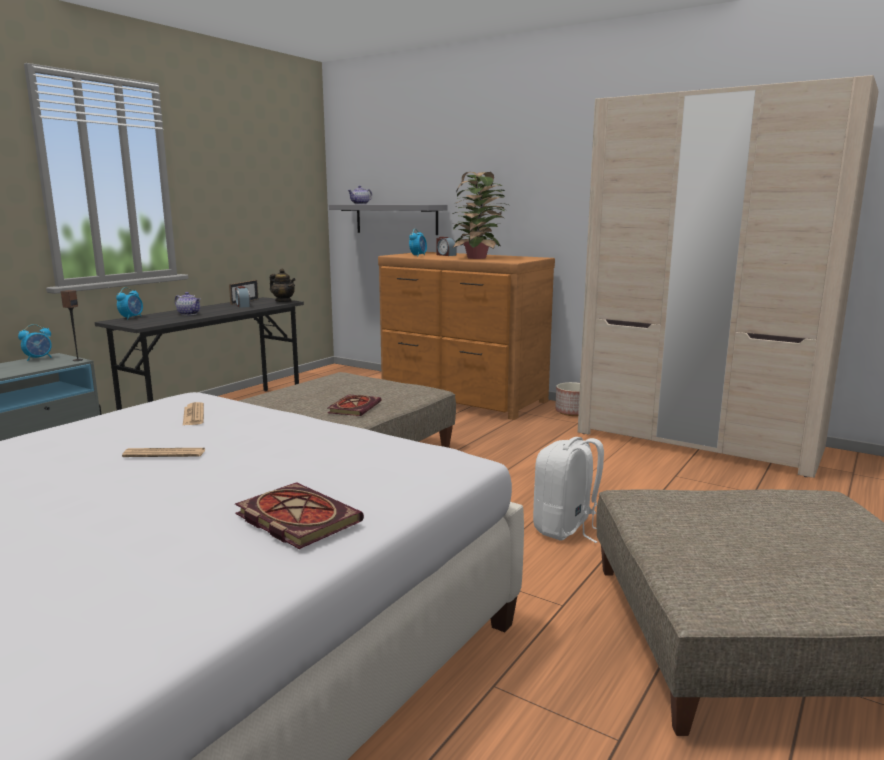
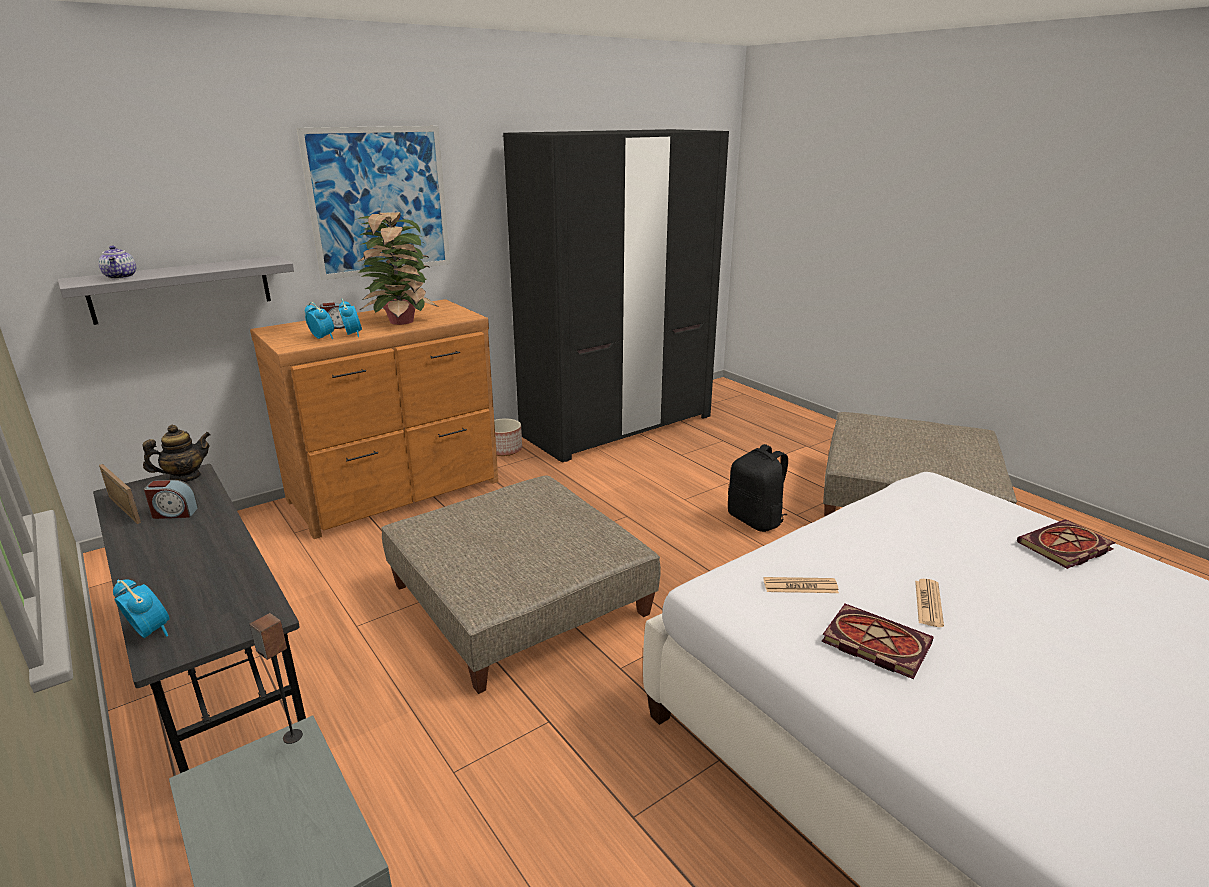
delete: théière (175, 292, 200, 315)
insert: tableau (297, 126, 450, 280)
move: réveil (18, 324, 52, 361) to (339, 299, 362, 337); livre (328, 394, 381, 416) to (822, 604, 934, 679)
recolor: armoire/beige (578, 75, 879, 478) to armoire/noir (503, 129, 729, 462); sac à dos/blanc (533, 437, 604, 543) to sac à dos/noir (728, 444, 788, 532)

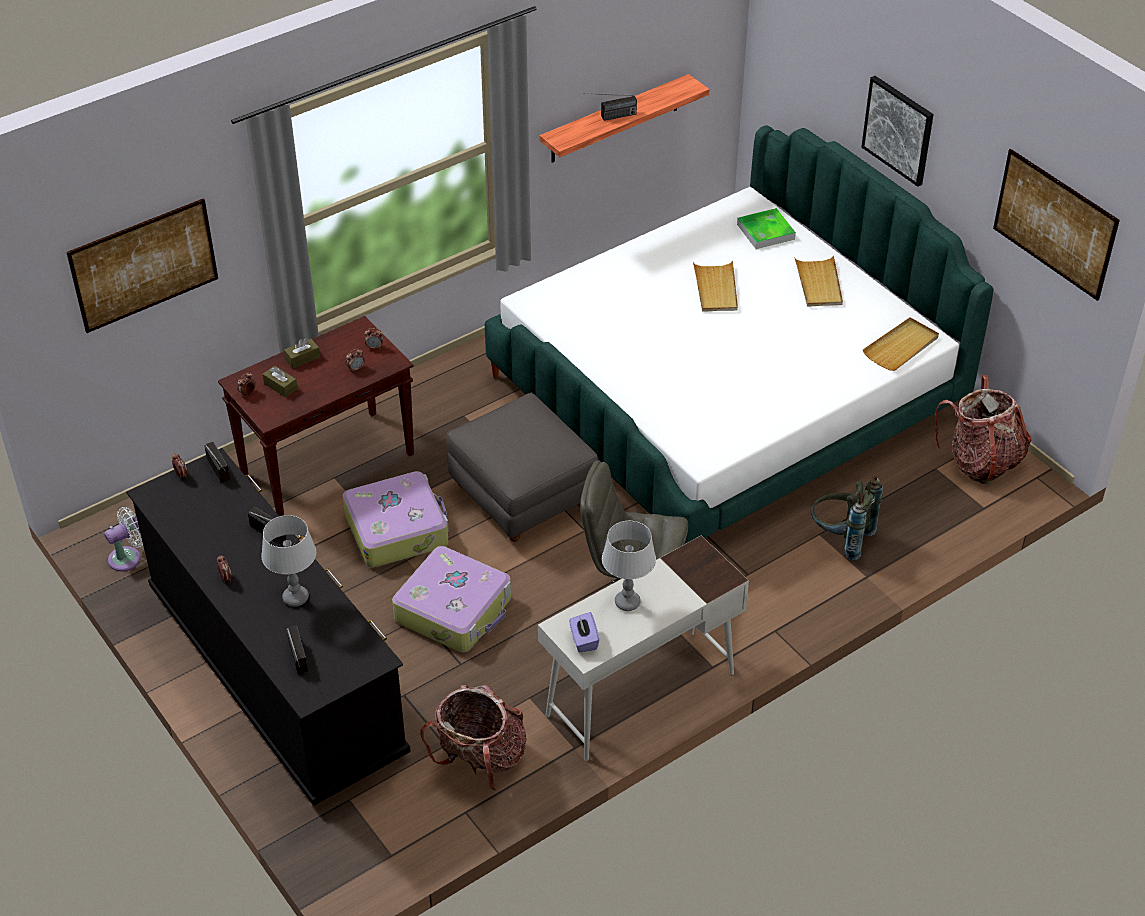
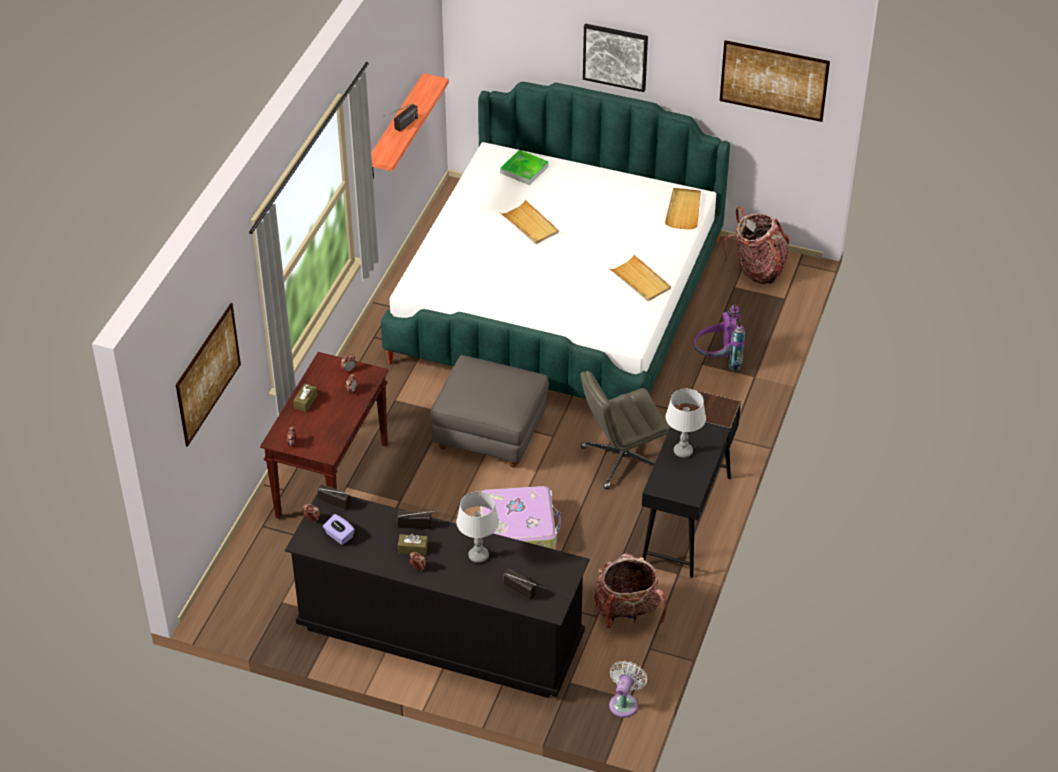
delete: valise (342, 471, 449, 568)
move: plateau/beige (794, 255, 843, 307) to (609, 254, 671, 301); boîte à mouchoirs/marron (263, 366, 298, 397) to (398, 534, 428, 555); ventilateur/blanc (104, 507, 143, 571) to (609, 661, 648, 718); boîte à mouchoirs/violet (569, 612, 599, 653) to (323, 514, 355, 545)
recolor: sac à dos/gris (811, 476, 883, 560) to sac à dos/violet (693, 304, 745, 371); bureau/blanc (538, 535, 749, 761) to bureau/noir (642, 388, 741, 578)

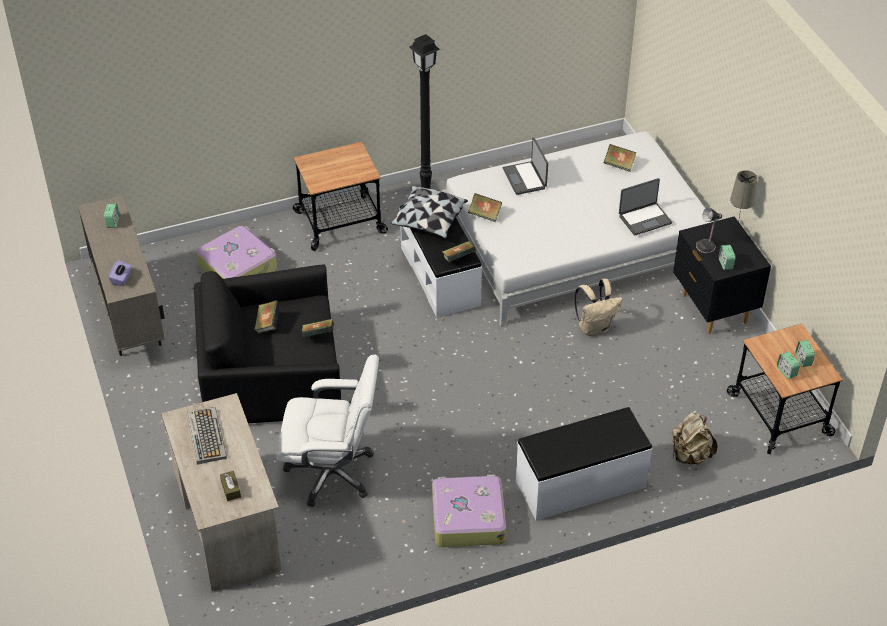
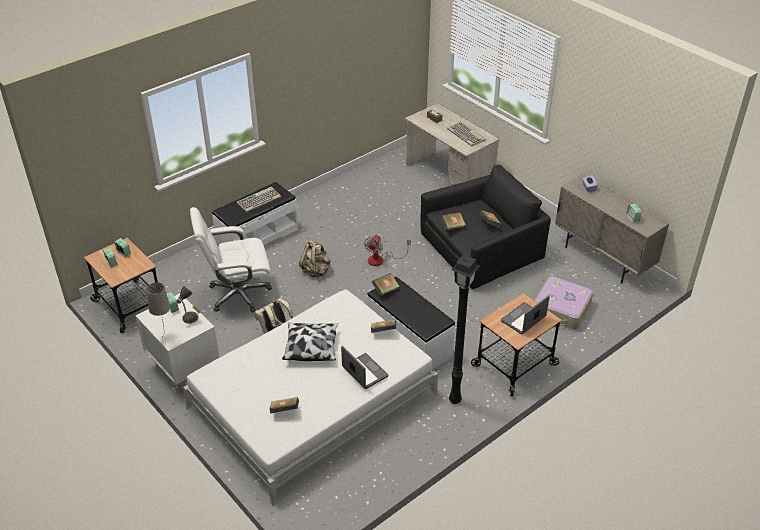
delete: valise (432, 475, 506, 547)
insert: clavier (237, 187, 281, 213); ventilateur (364, 235, 411, 266)
move: ordinateur portable (619, 178, 672, 236) to (501, 295, 550, 335); coussin (391, 186, 468, 239) to (282, 322, 338, 361); chaise de bureau/blanc (276, 355, 379, 507) to (190, 207, 272, 313); sac à dos/beige (672, 412, 718, 465) to (299, 240, 330, 278)
recolor: table de chevet/noir (673, 216, 771, 334) to table de chevet/blanc (136, 293, 220, 394)

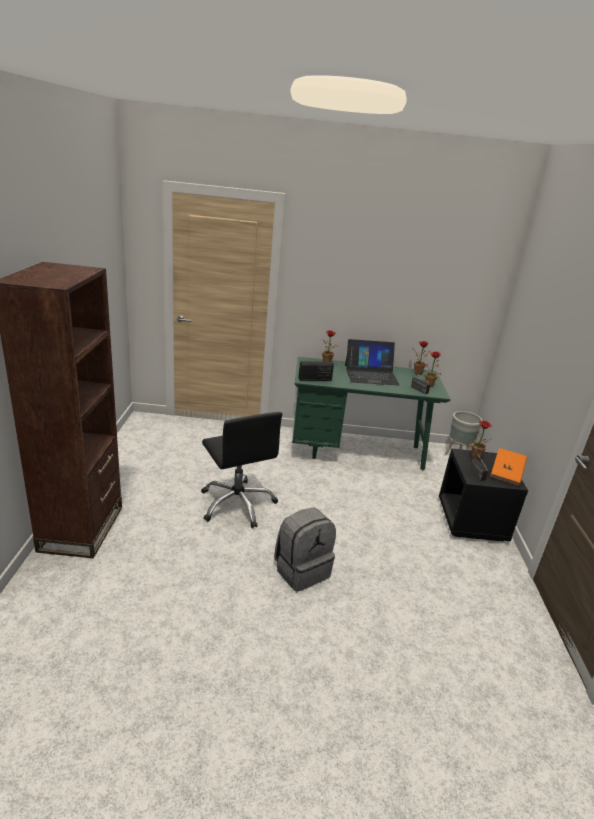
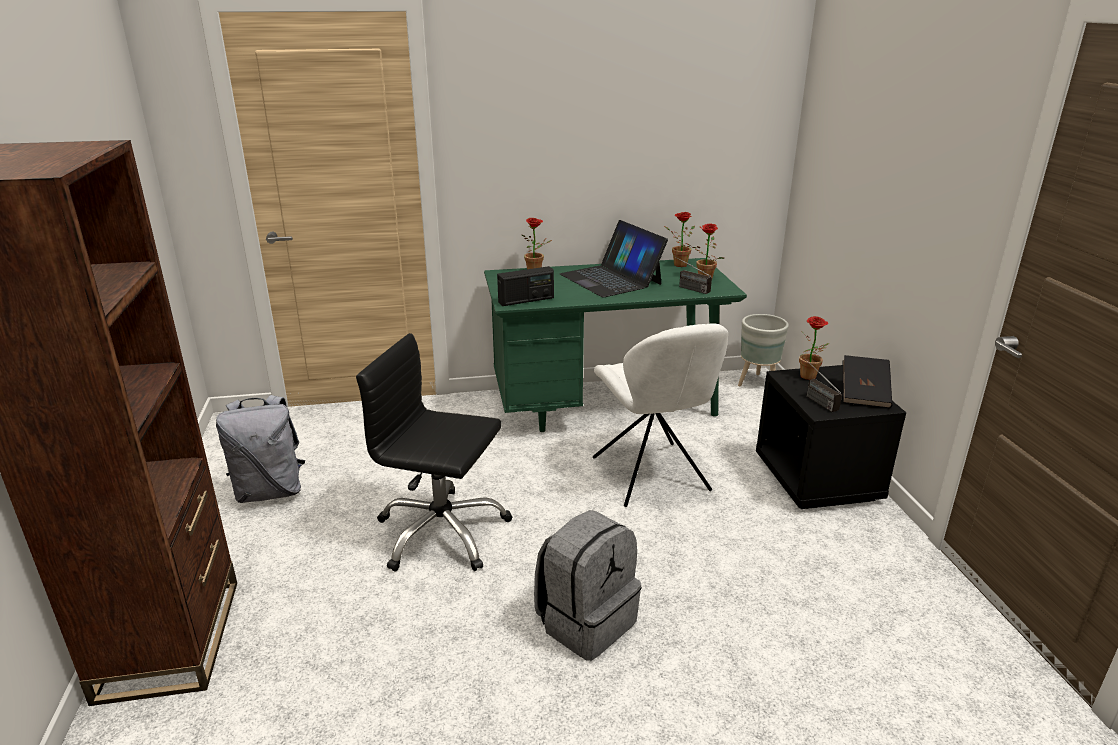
insert: chaise/blanc (593, 323, 728, 507); sac à dos/gris (216, 395, 305, 503)
recolor: livre/orange (490, 448, 527, 486) to livre/noir (843, 355, 892, 408)
rotate: ordinateur portable (345, 339, 400, 385) = (560, 220, 668, 297) 75 degrees clockwise; chaise de bureau/noir (201, 412, 282, 528) = (356, 333, 512, 572) 150 degrees clockwise

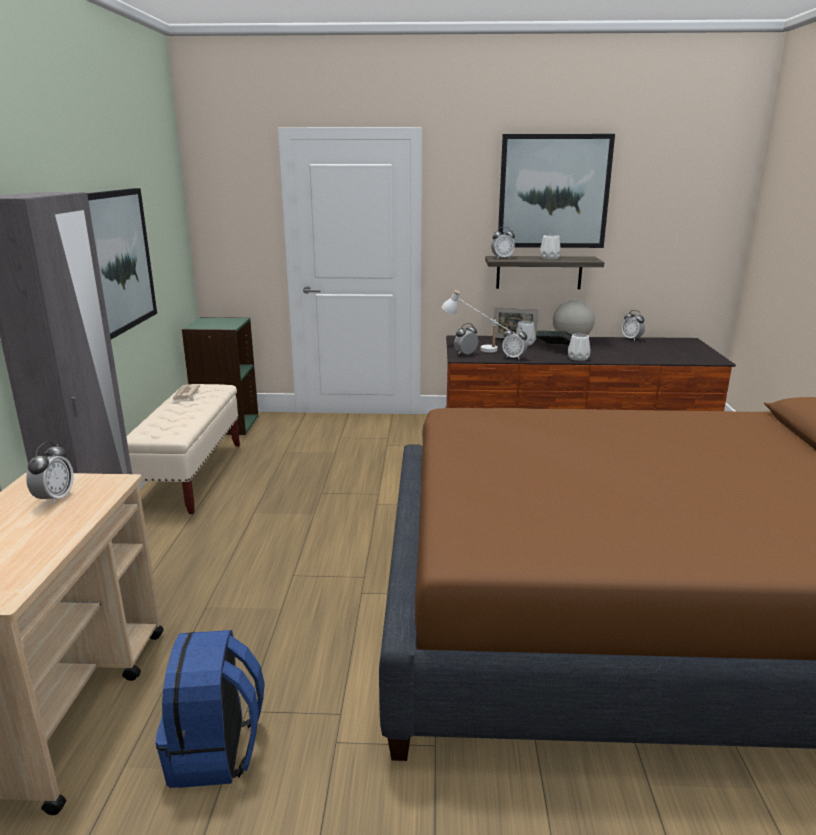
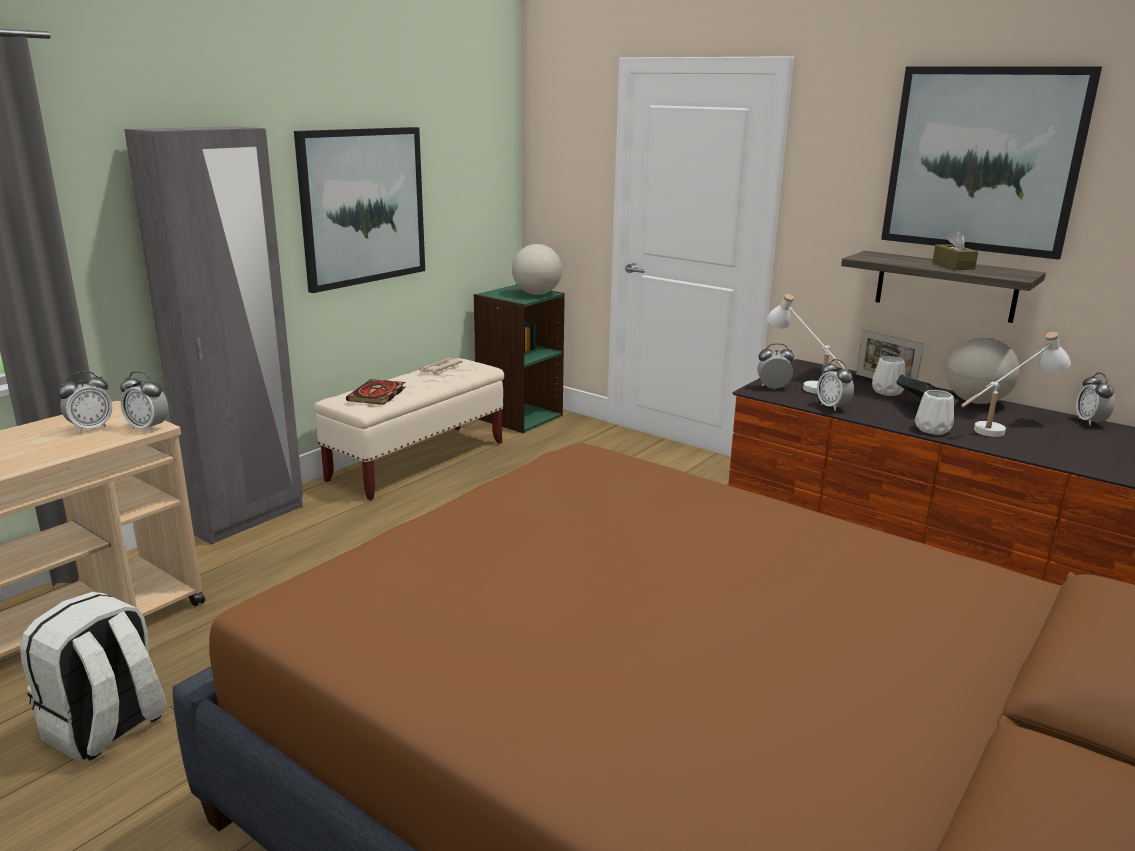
insert: globe (512, 244, 562, 295); lampe de table/blanc (961, 332, 1071, 437); livre (346, 379, 406, 405)
move: réveil (491, 227, 515, 259) to (120, 371, 168, 432)
replace: vase/blanc (540, 235, 561, 260) to boîte à mouchoirs/marron (932, 230, 978, 270)
recolor: sac à dos/bleu (155, 630, 265, 788) to sac à dos/blanc (20, 592, 167, 762)

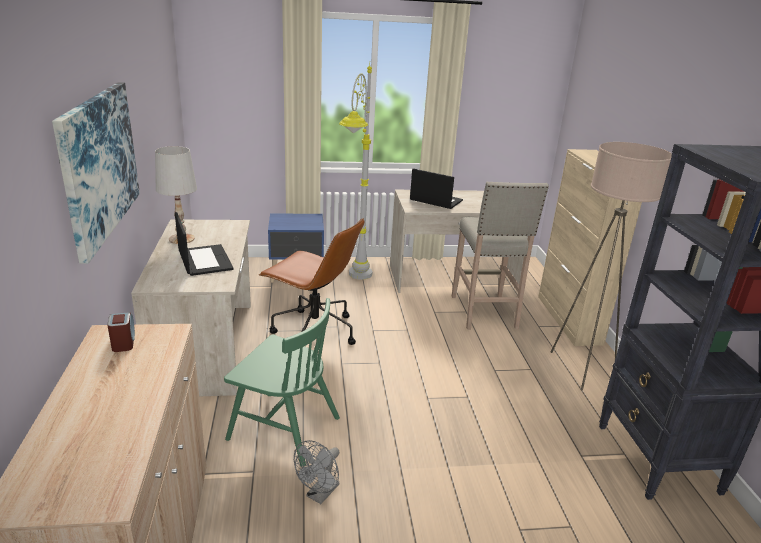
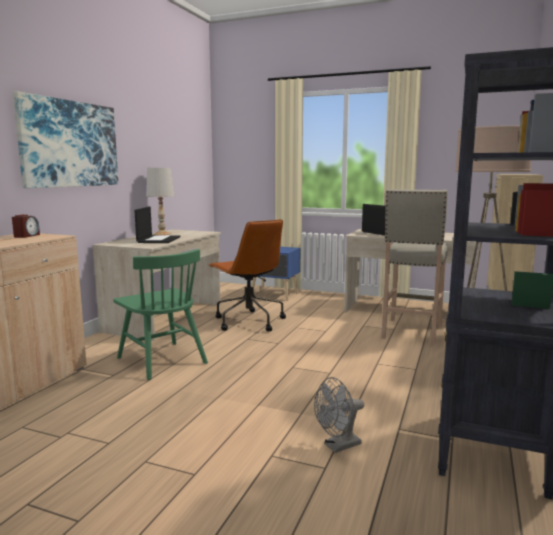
delete: lampadaire/gris (339, 61, 372, 280)
move: ventilateur/gris (294, 440, 339, 504) to (314, 377, 364, 453)

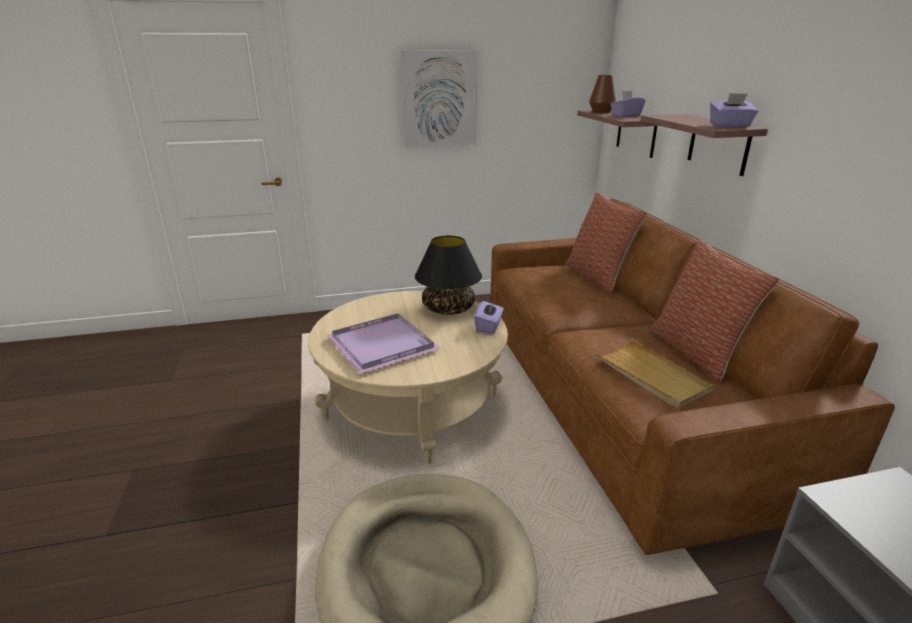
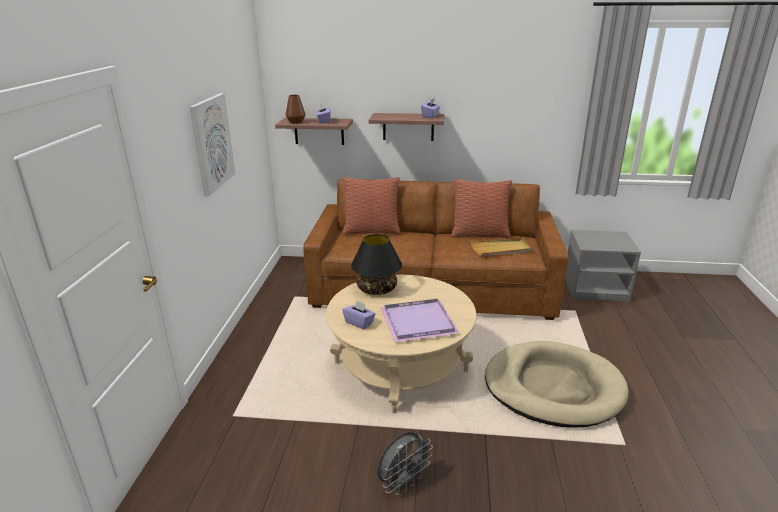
insert: ventilateur/gris (377, 432, 433, 495)
move: boîte à mouchoirs/violet (474, 300, 504, 334) to (342, 300, 376, 329)

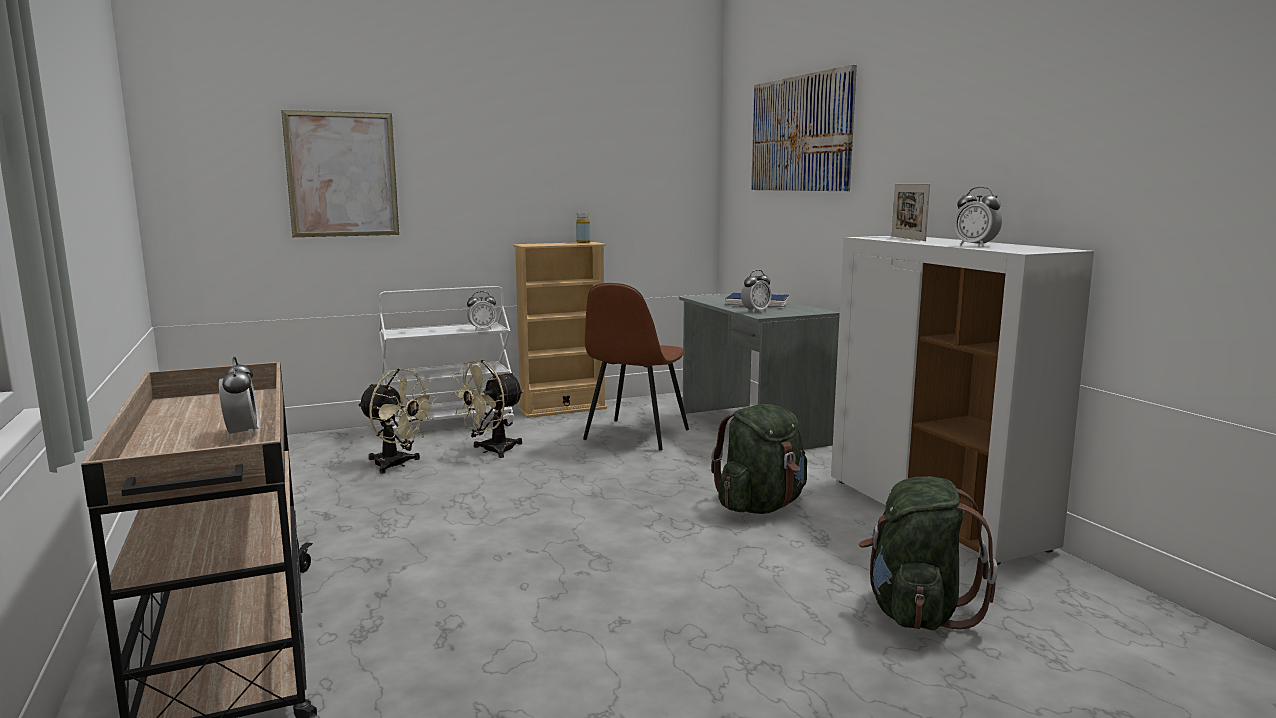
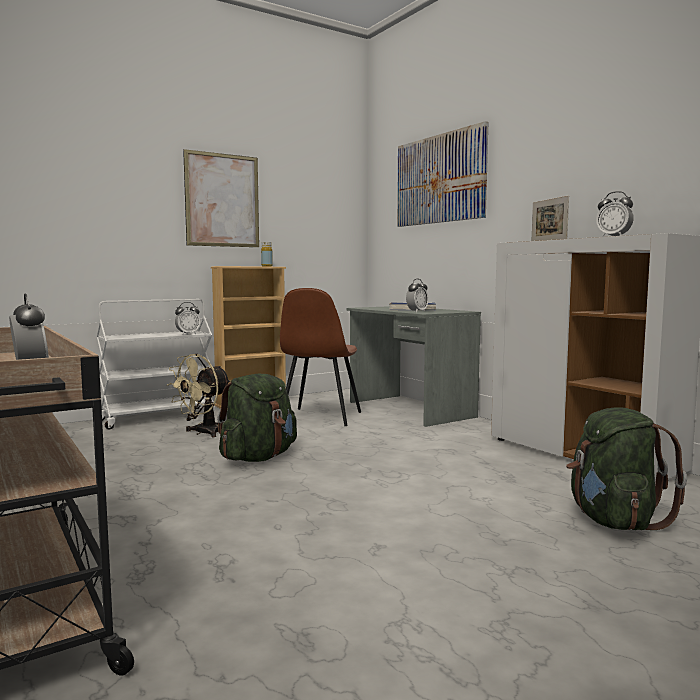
delete: ventilateur/beige (358, 369, 437, 474)
move: tableau (281, 110, 399, 237) to (183, 149, 259, 247); sac à dos/vert (711, 404, 807, 514) to (217, 374, 297, 462)

